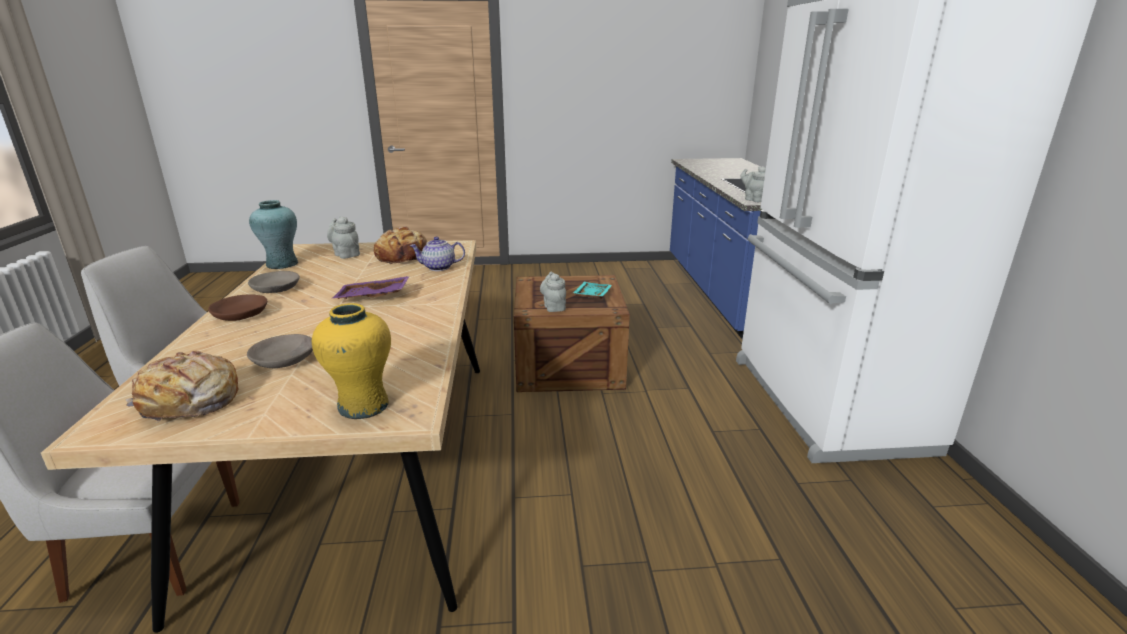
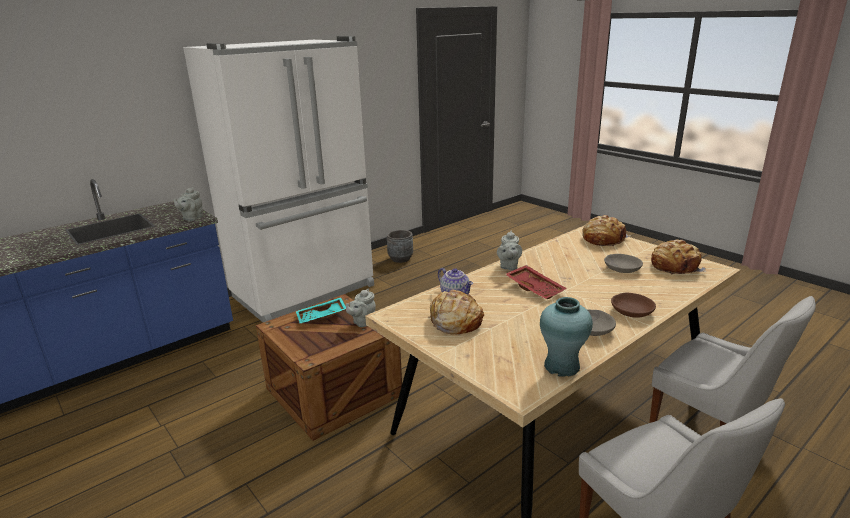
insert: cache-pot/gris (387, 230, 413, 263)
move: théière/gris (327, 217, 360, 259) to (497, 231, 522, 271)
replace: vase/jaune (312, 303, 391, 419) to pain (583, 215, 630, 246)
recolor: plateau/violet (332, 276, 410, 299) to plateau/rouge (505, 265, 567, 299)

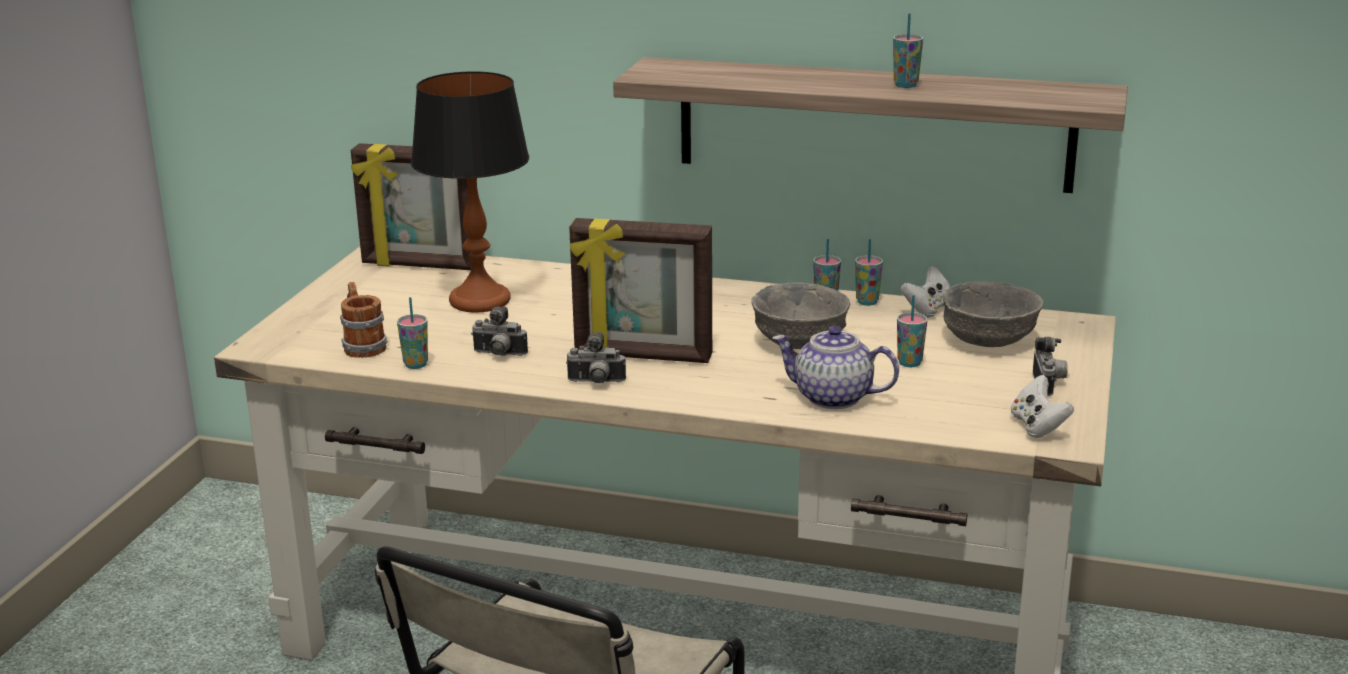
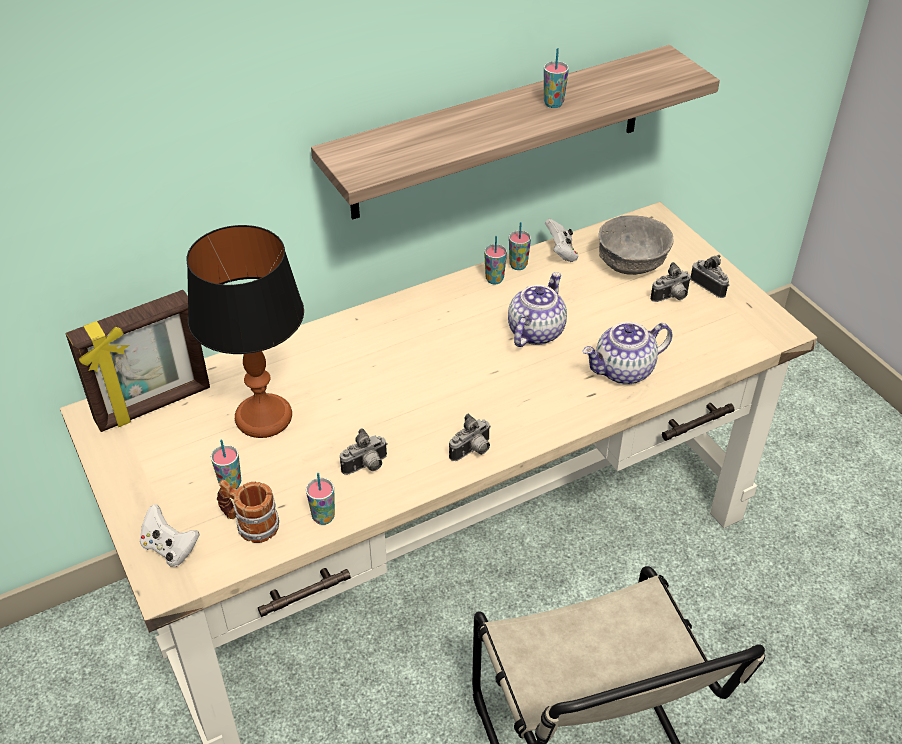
delete: cadre photo (569, 218, 712, 363)
insert: appareil photo (650, 262, 691, 302)
move: tasse (897, 295, 927, 367) to (211, 439, 241, 489); manette/blanc (1011, 375, 1074, 438) to (140, 504, 200, 567)
replace: bol/gris (751, 282, 850, 349) to théière (508, 272, 567, 347)

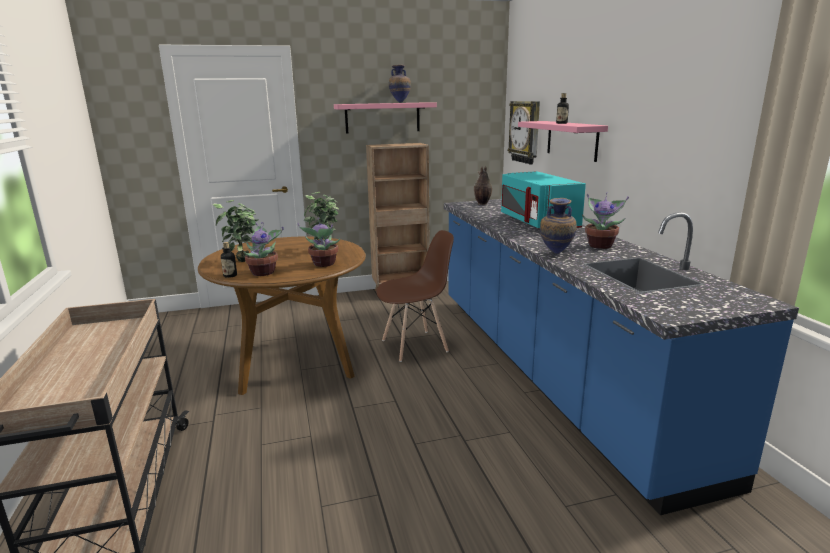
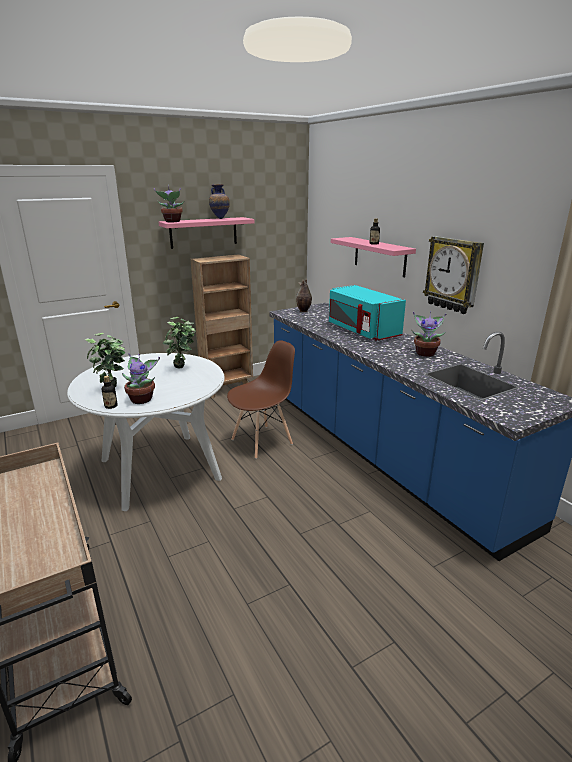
delete: vase (540, 198, 577, 254)
move: horloge murale (508, 101, 540, 164) to (423, 236, 484, 314); plante en pot (297, 218, 340, 267) to (154, 185, 184, 222)
recolor: table à manger/marron (198, 237, 366, 395) to table à manger/blanc (67, 353, 225, 511)

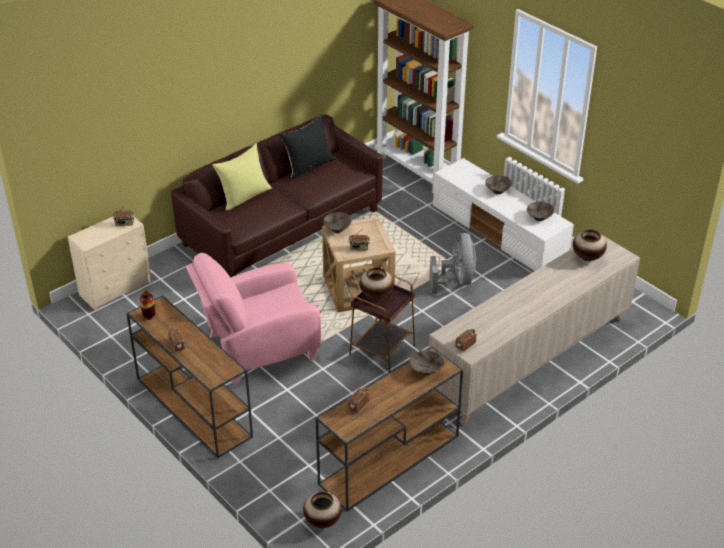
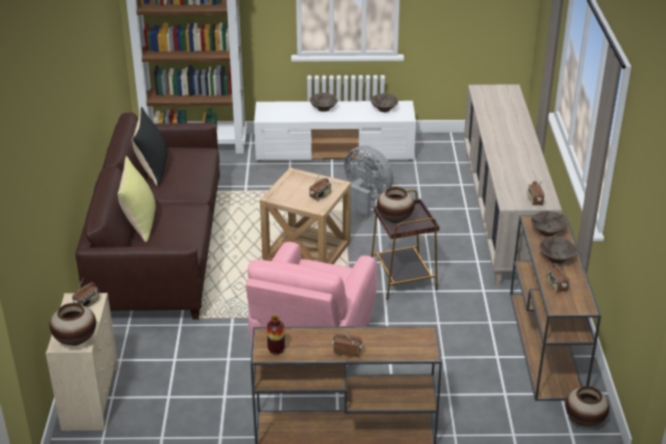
move: bol/marron (323, 212, 352, 233) to (539, 236, 578, 263); vase (573, 230, 607, 261) to (50, 303, 96, 346)

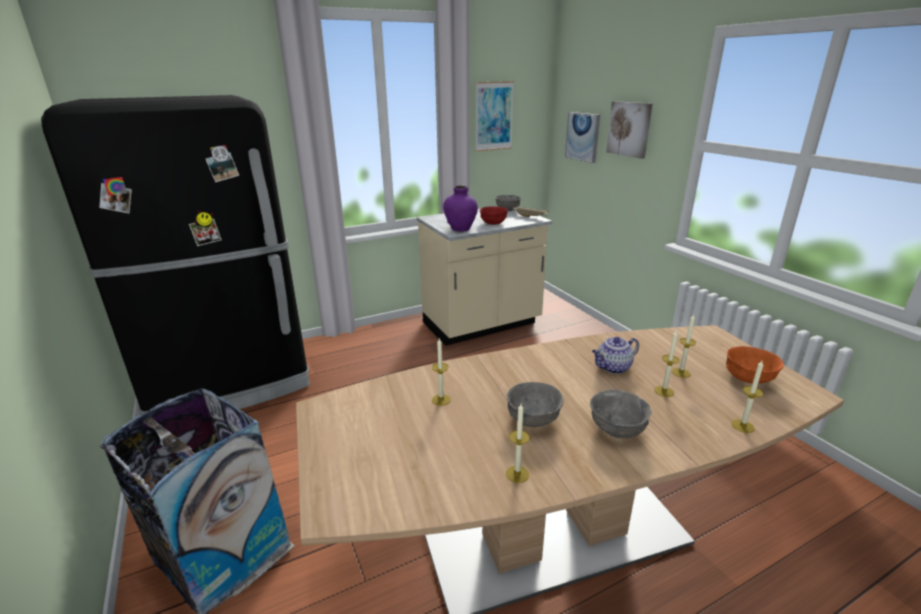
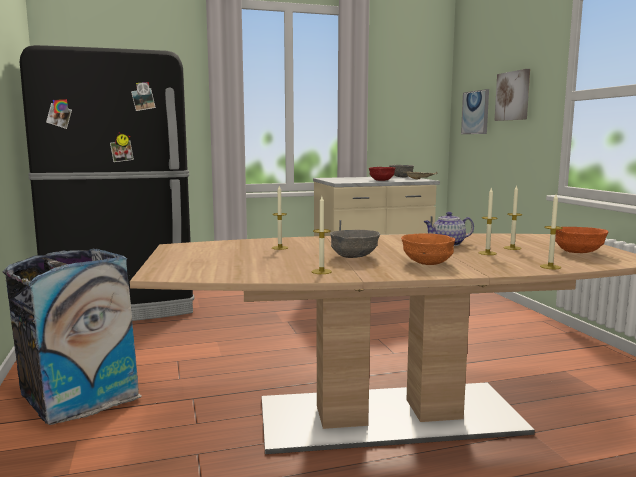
delete: tableau (476, 81, 514, 152); vase/violet (443, 185, 478, 232)
recolor: bol/gris (590, 390, 652, 438) to bol/orange (401, 233, 455, 265)

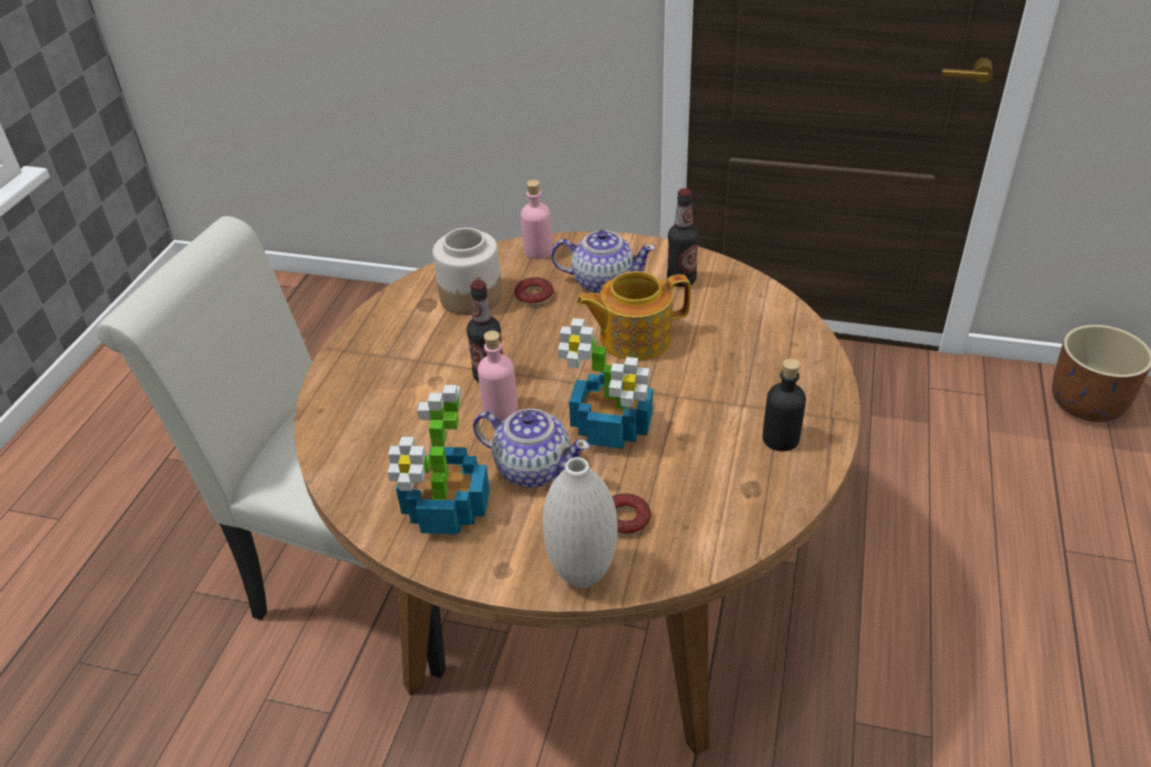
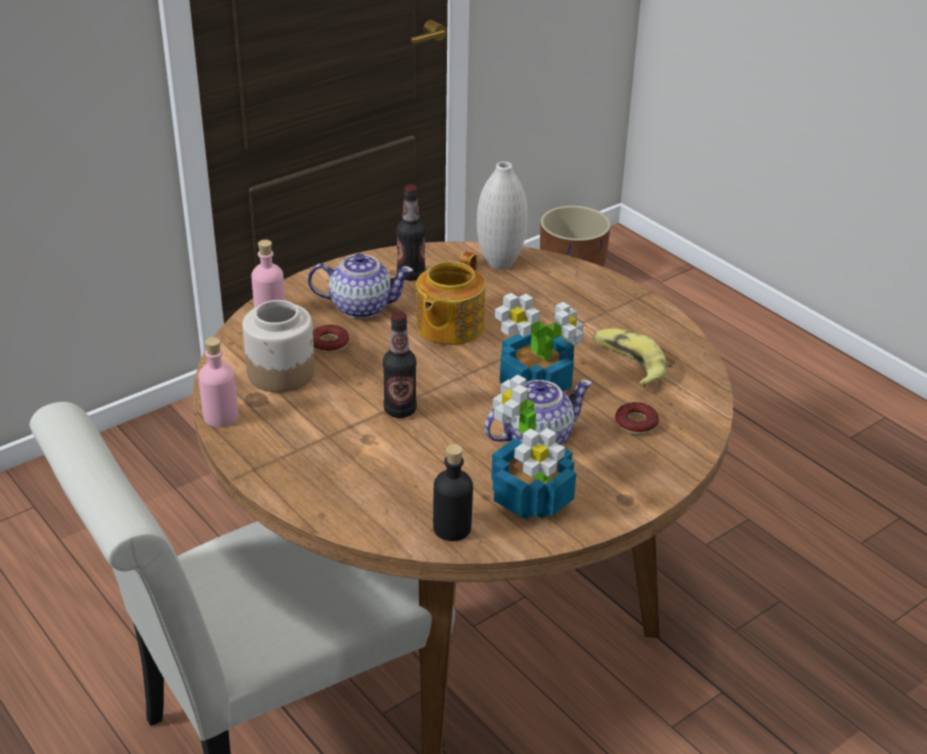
insert: banane (592, 328, 667, 388)
move: bouteille/rose (478, 331, 518, 420) to (198, 337, 238, 427); bouteille/noir (762, 358, 806, 451) to (433, 444, 473, 541); vase/blanc (543, 457, 618, 588) to (477, 162, 528, 269)
rotate: théière (551, 230, 656, 293) = (308, 253, 413, 319) 45 degrees clockwise

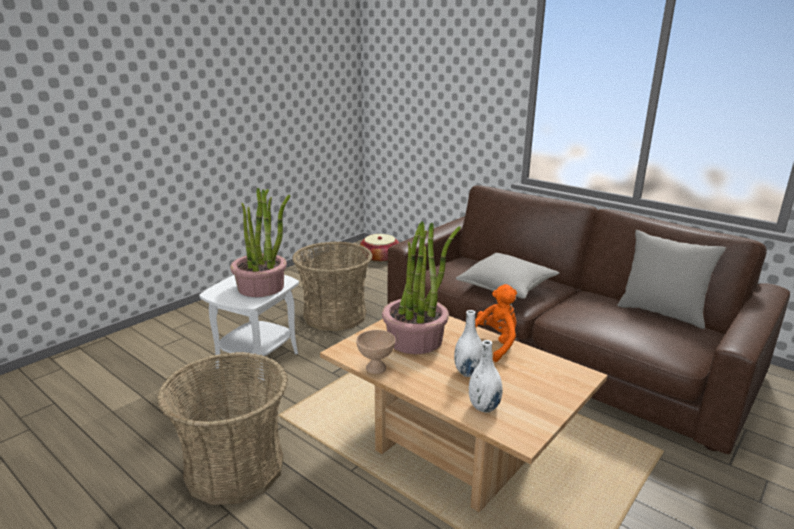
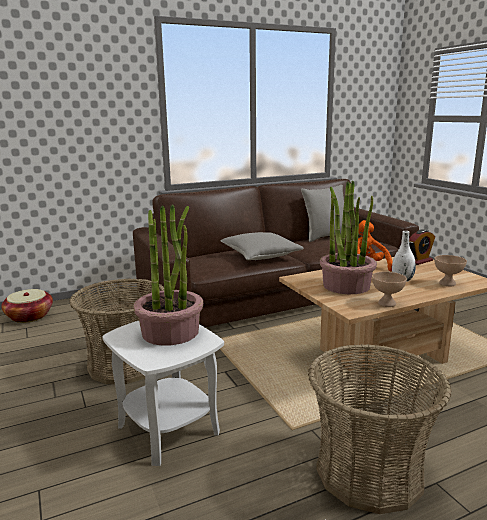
insert: réveil (409, 229, 435, 265)
replace: vase/blanc (469, 340, 503, 413) to bol/beige (434, 255, 467, 286)

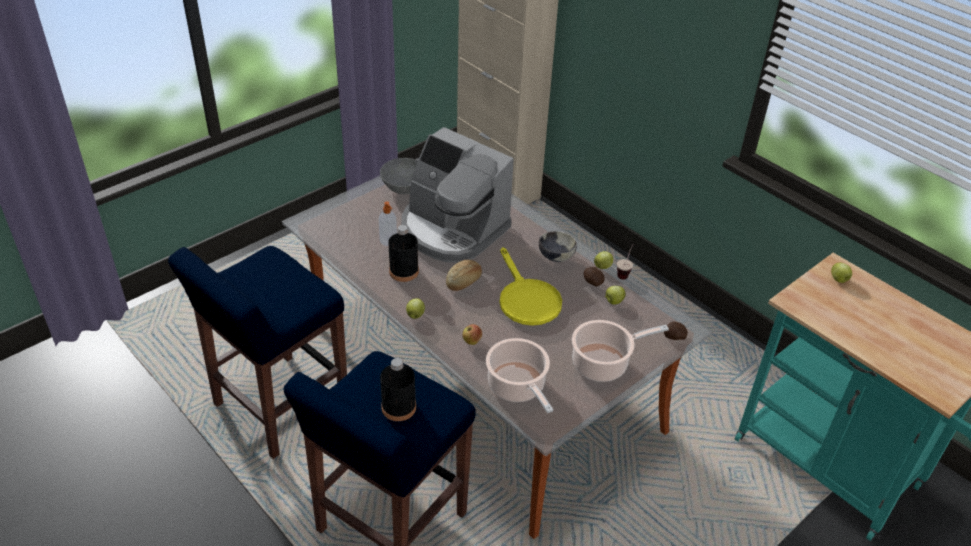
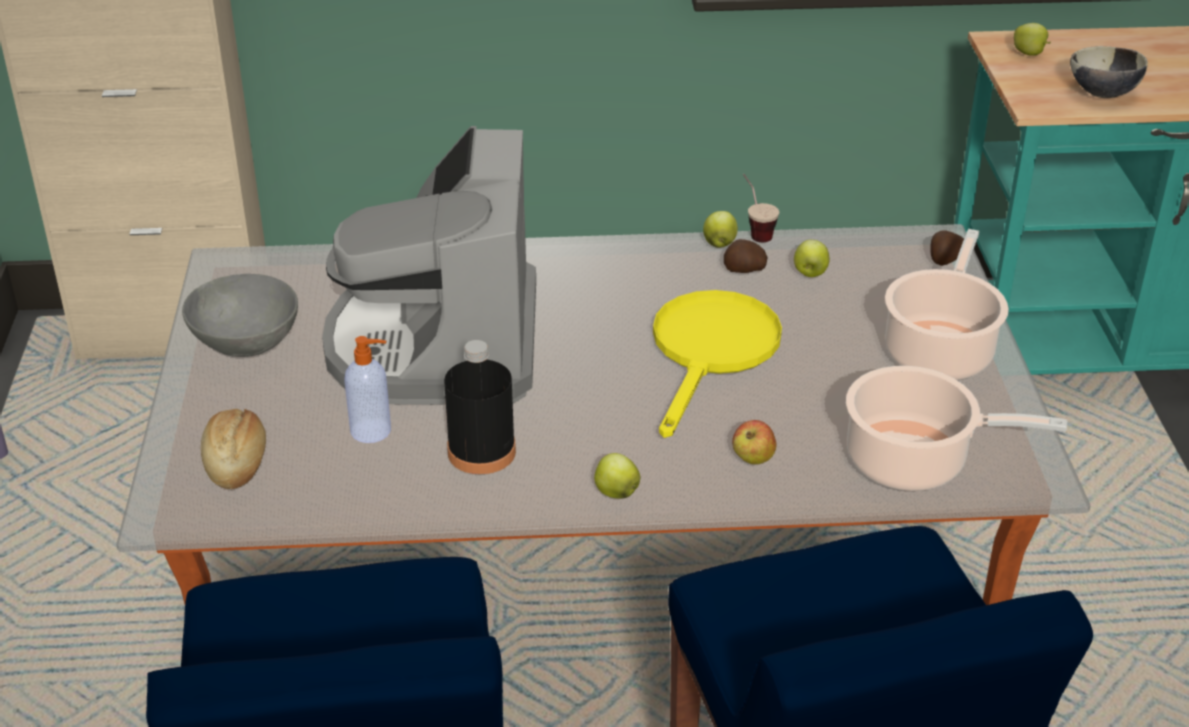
delete: bouteille/noir (380, 358, 416, 421)
move: bol (539, 231, 577, 262) to (1070, 46, 1148, 98); pain (446, 260, 482, 291) to (201, 409, 266, 489)
rotate: machine à café (401, 127, 514, 263) = (322, 126, 536, 405) 105 degrees clockwise; poêle/jaune (500, 247, 562, 326) = (653, 290, 782, 438) 90 degrees counterclockwise

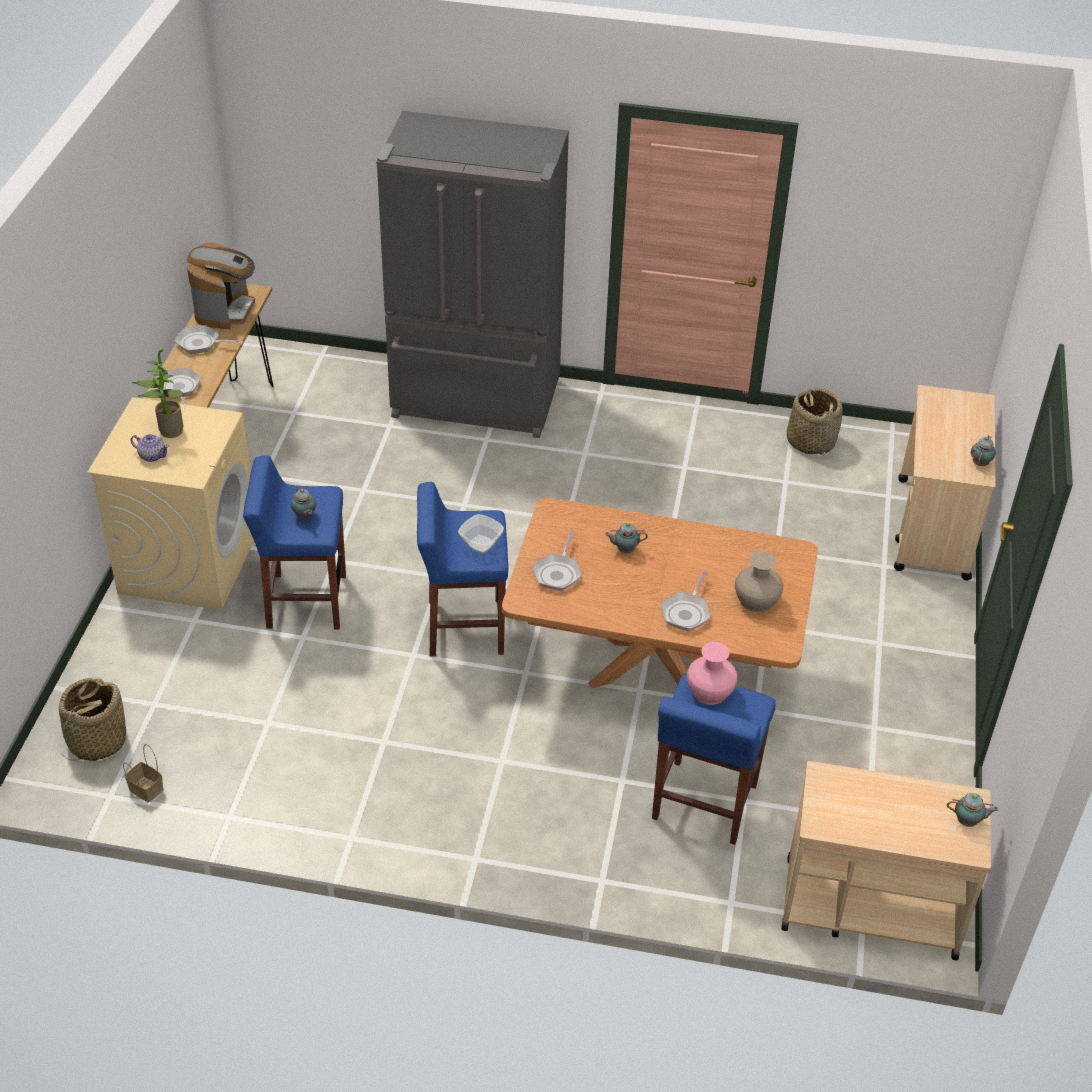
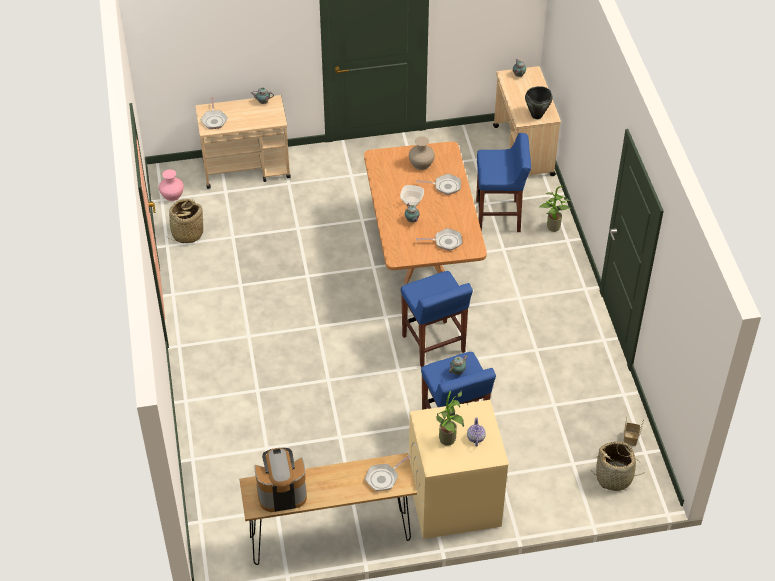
delete: réfrigérateur/gris (376, 111, 569, 438)
insert: marmite/noir (525, 86, 553, 119); plante en pot (540, 186, 571, 232)
move: poêle (175, 325, 243, 354) to (201, 97, 228, 129); bol (458, 514, 504, 553) to (400, 185, 424, 206); vase/rose (687, 642, 737, 705) to (159, 169, 184, 201)

